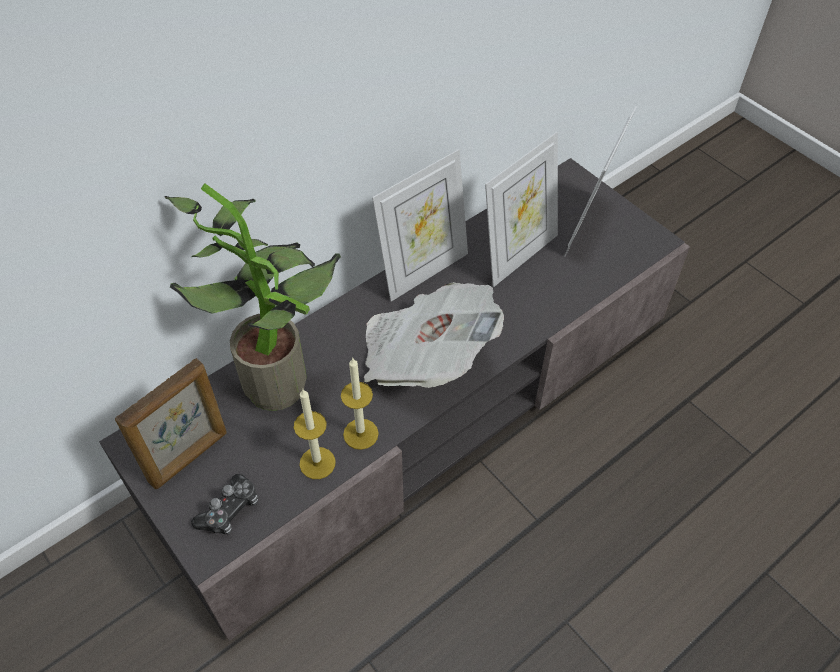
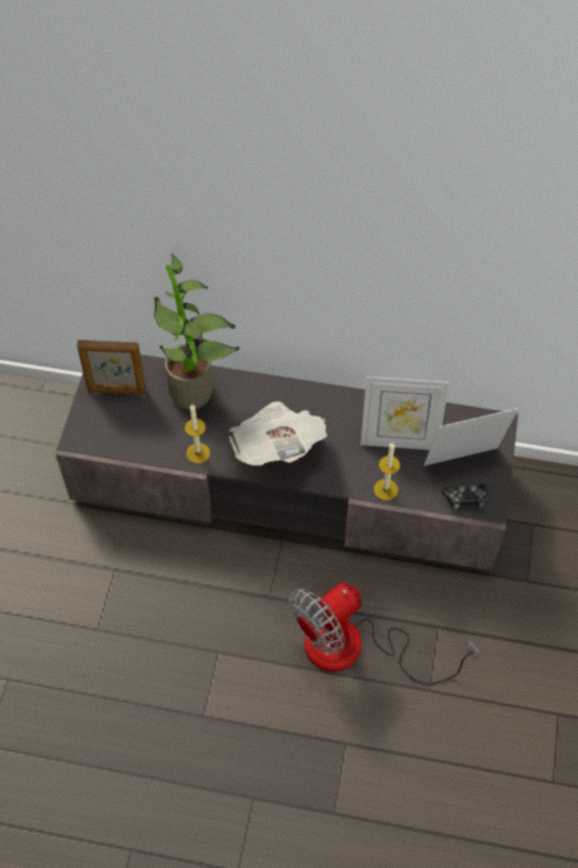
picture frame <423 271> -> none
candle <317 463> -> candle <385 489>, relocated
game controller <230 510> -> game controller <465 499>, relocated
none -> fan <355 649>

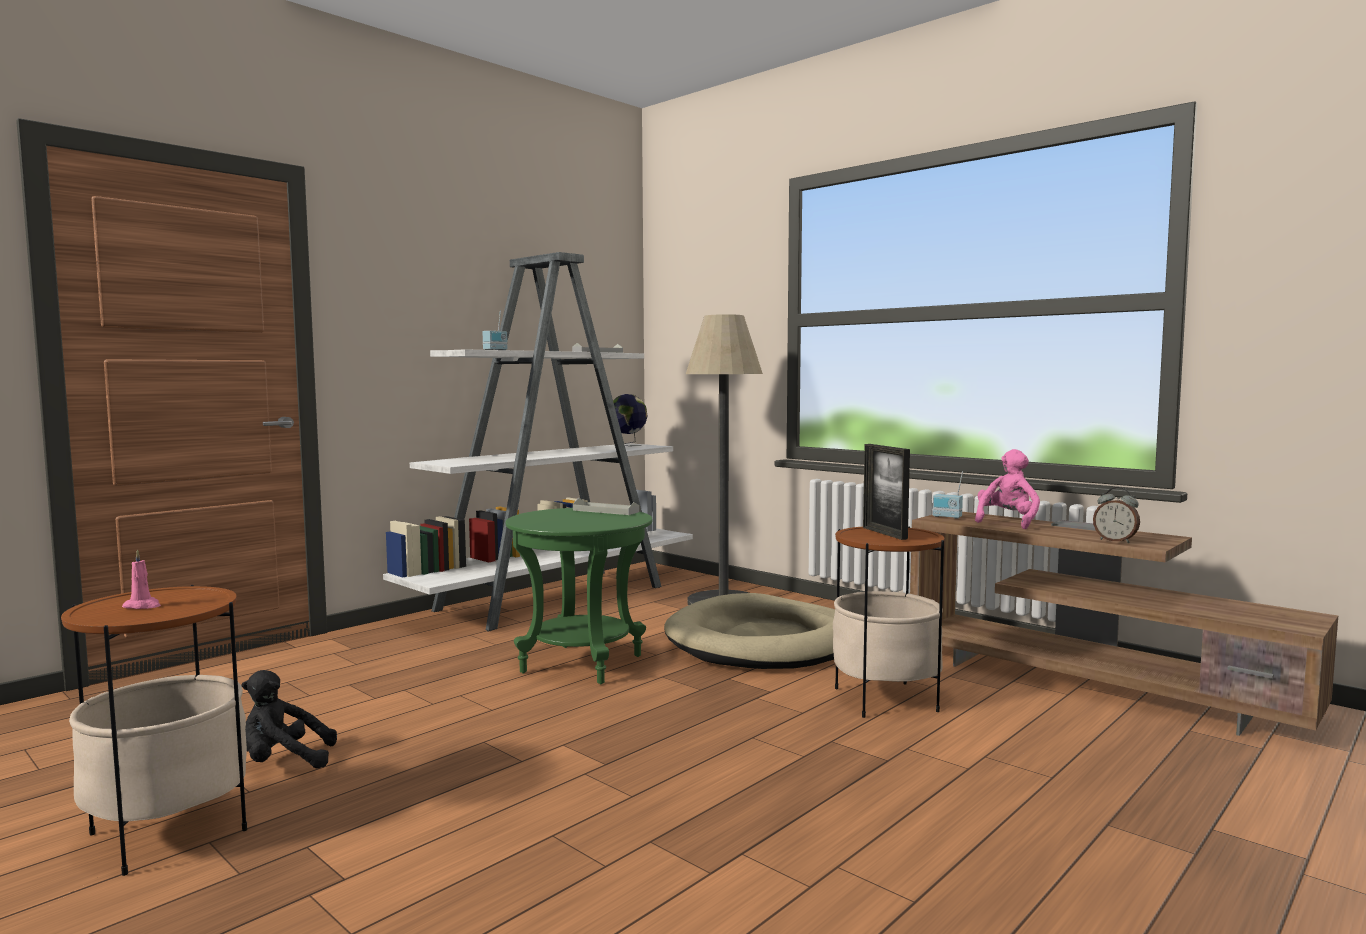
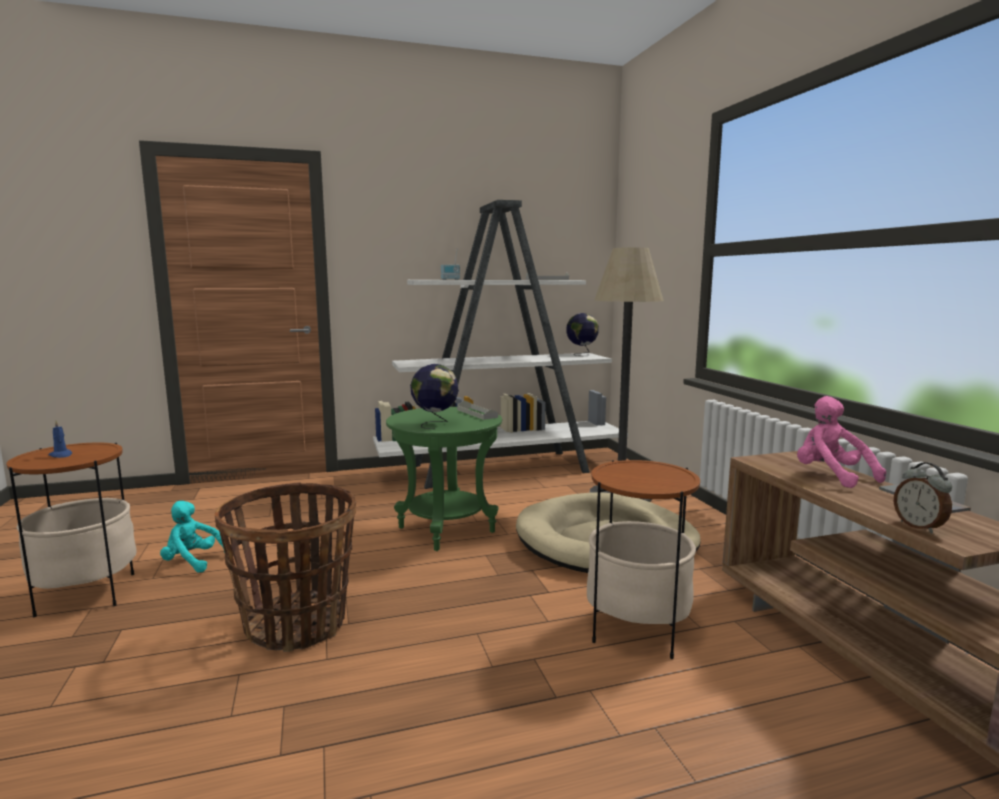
picture frame <884 533> -> none
pink plush toy <1007 522> -> pink plush toy <831 476>, 90 degrees counterclockwise
radio <947 517> -> none
pink candle <143 606> -> blue candle <61 455>
black plush toy <283 762> -> turquoise plush toy <193 562>
none -> globe <435 424>
none -> basket <296 624>

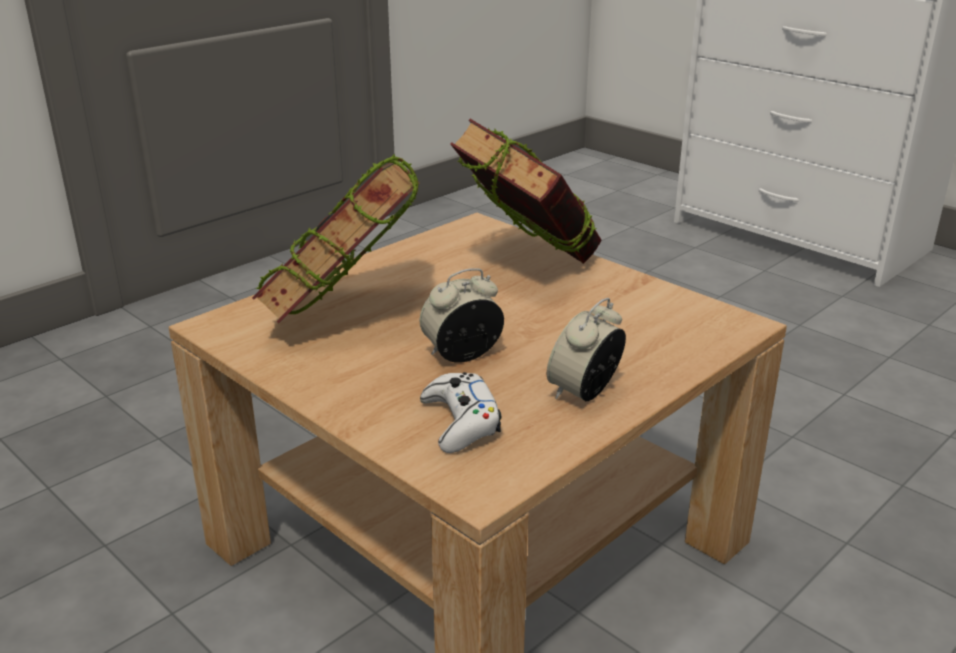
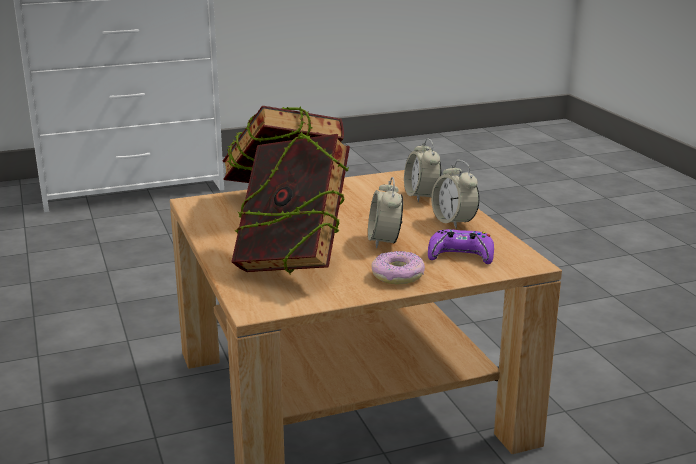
white game controller <460 422> -> purple game controller <460 255>
none -> alarm clock <421 196>
none -> donut <398 275>

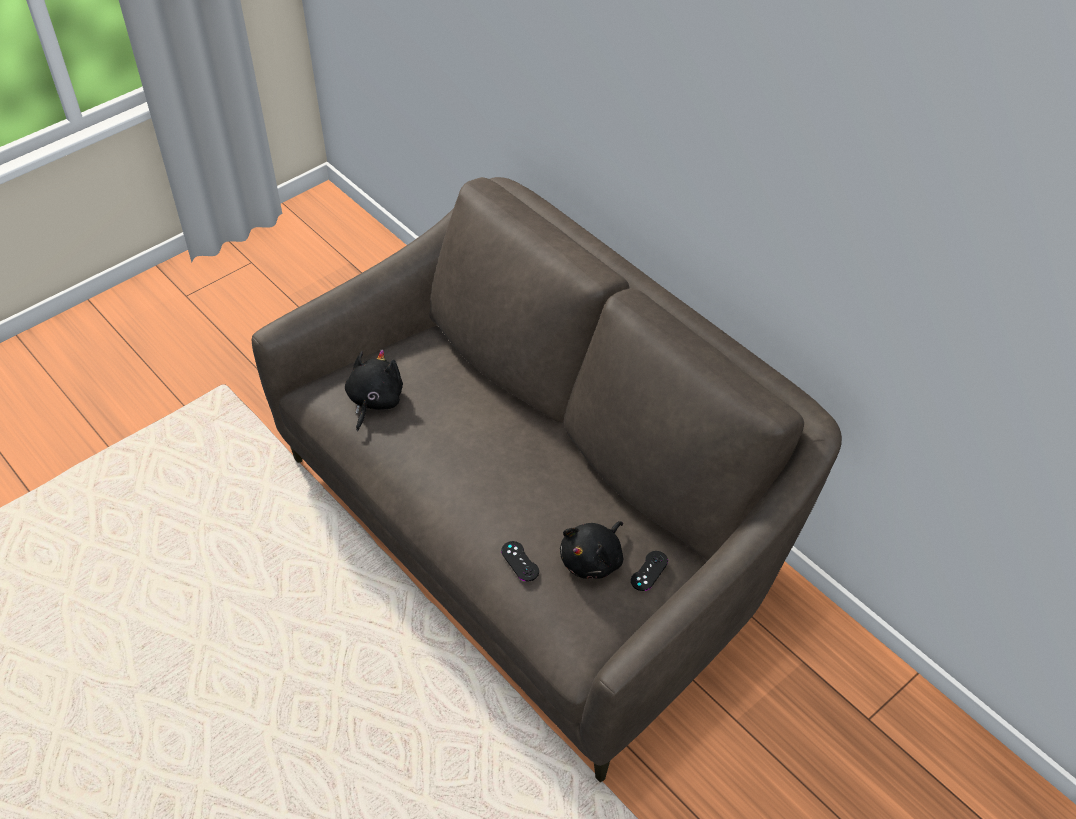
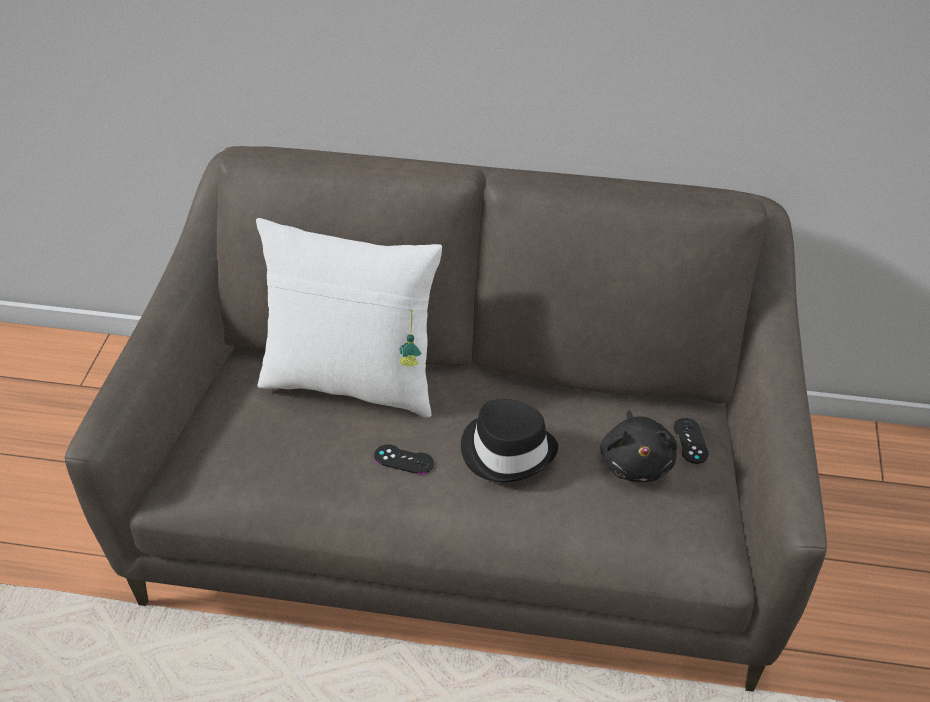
black plush toy <374 401> -> none
black game controller <520 561> -> black game controller <404 460>, relocated
none -> white pillow <351 384>
none -> black hat <508 450>

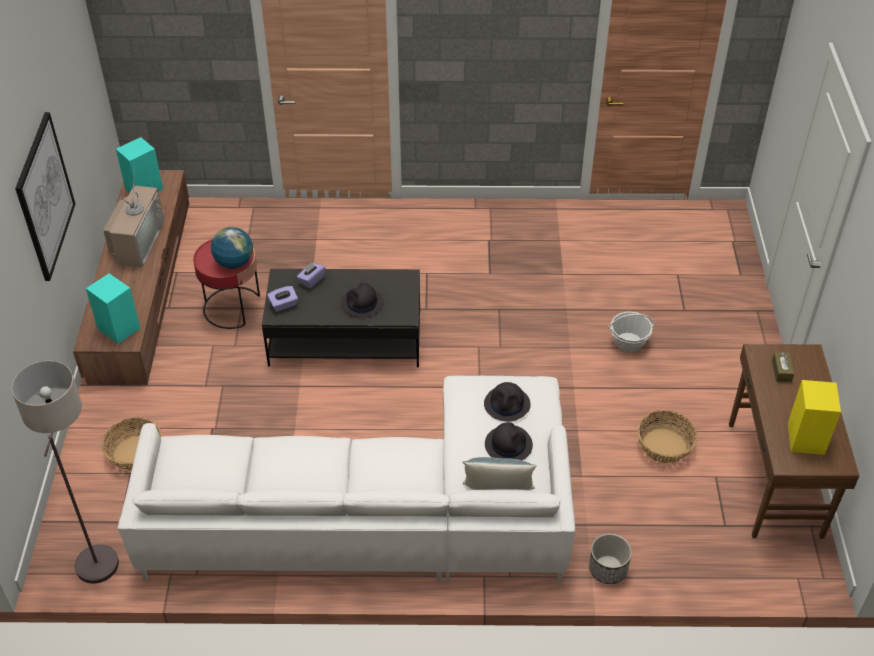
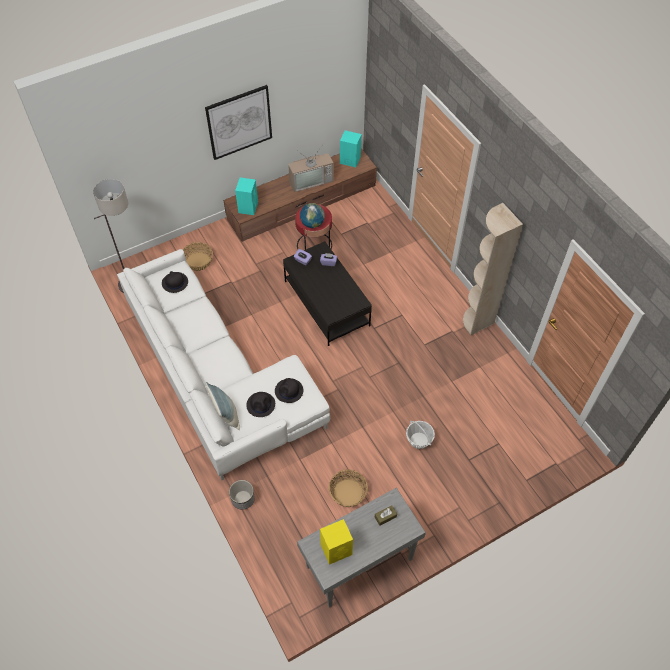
black hat <362 303> -> black hat <174 283>, relocated
brown console table <775 480> -> grey console table <359 564>
none -> beige bookcase <475 322>

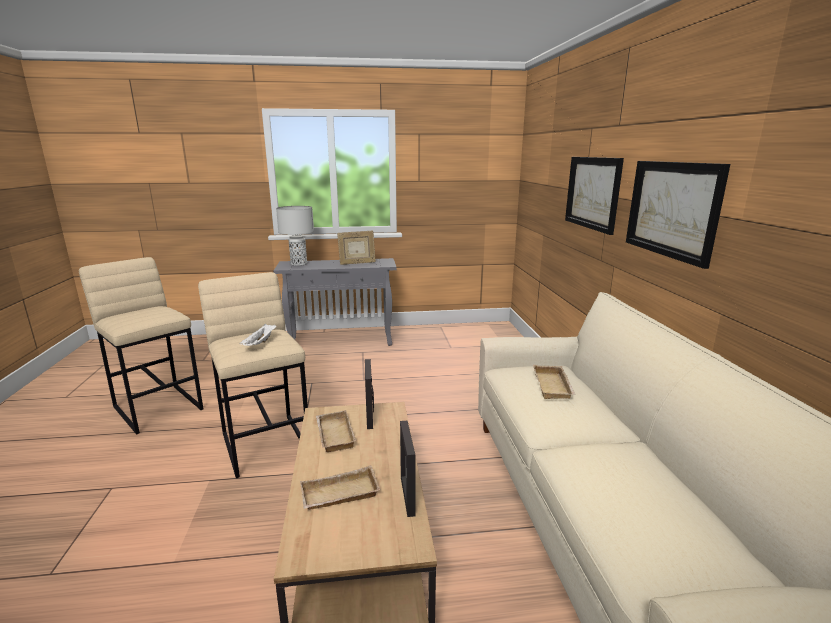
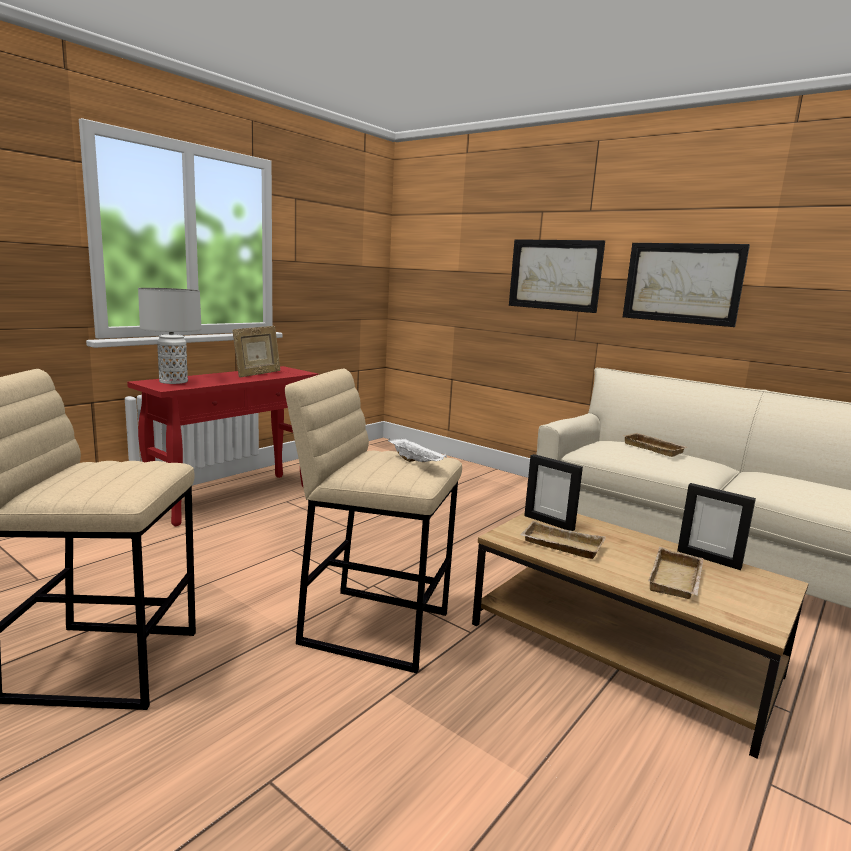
grey console table <341 341> -> red console table <234 497>

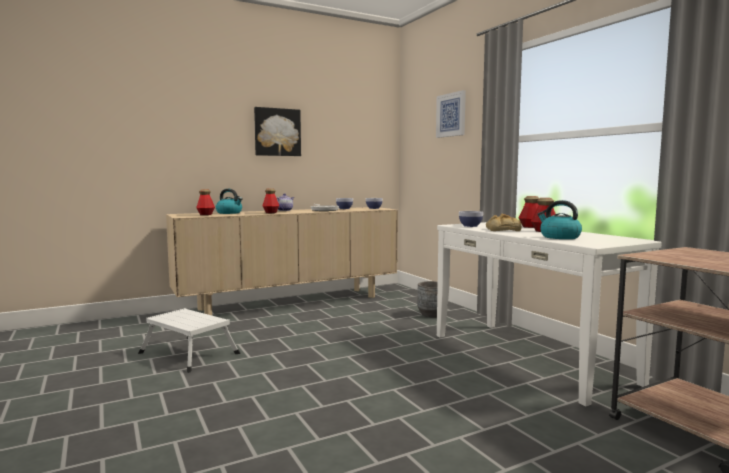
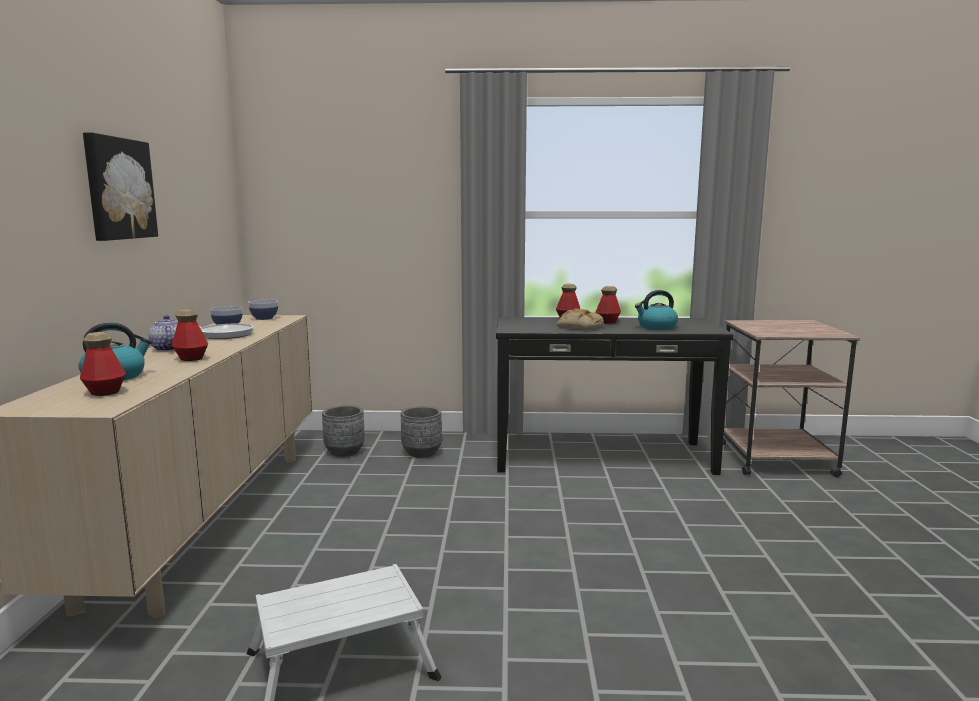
picture <451 115> -> none
bowl <470 226> -> none
white console table <529 357> -> black console table <602 456>
none -> grey planter <344 451>

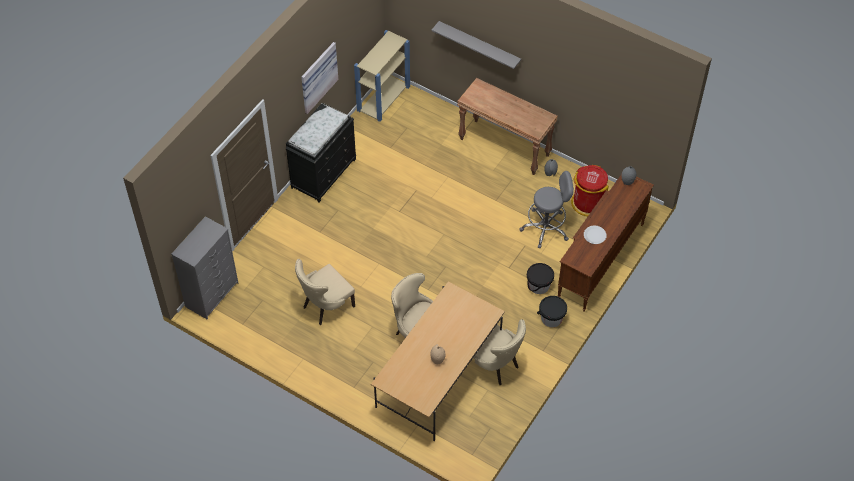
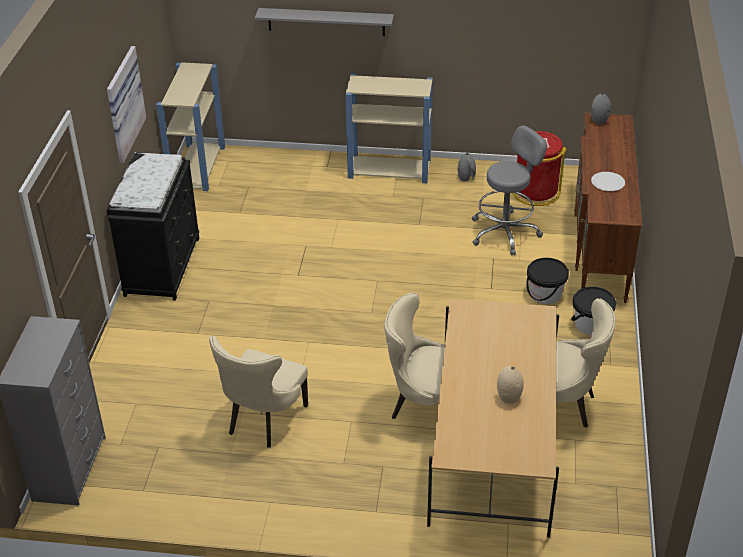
brown console table <505 147> -> beige bookcase <390 169>

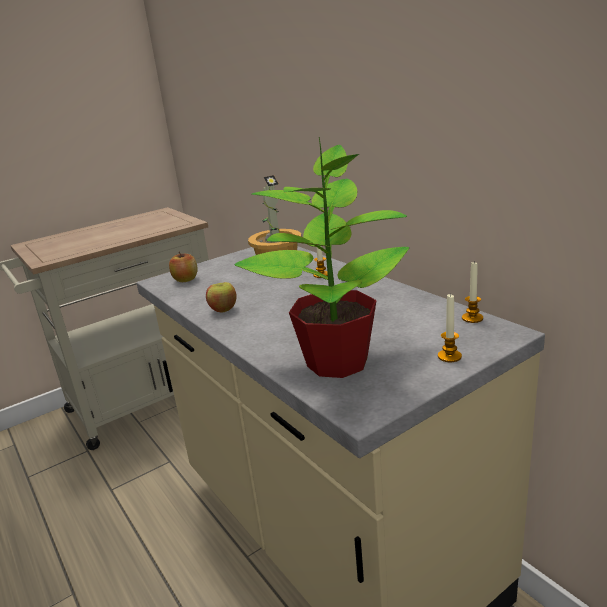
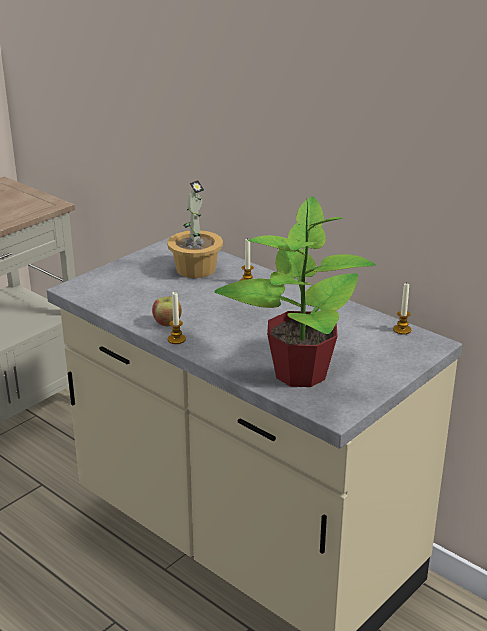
apple <185 279> -> none
candle <449 356> -> candle <176 339>, relocated

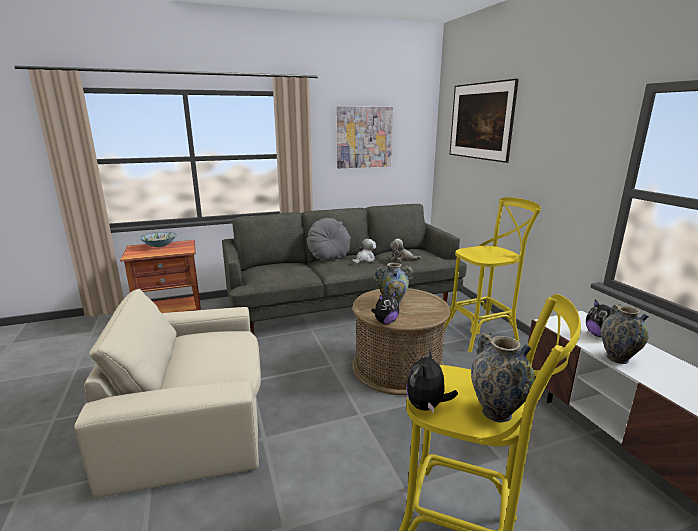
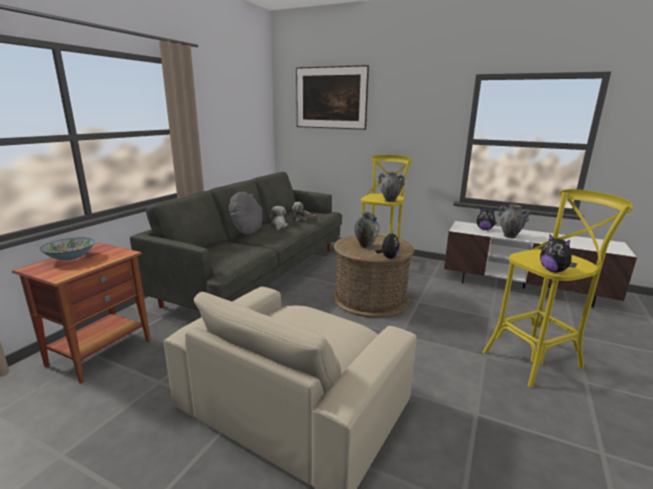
picture <364 137> -> none
vase <496 412> -> vase <390 201>, relocated

